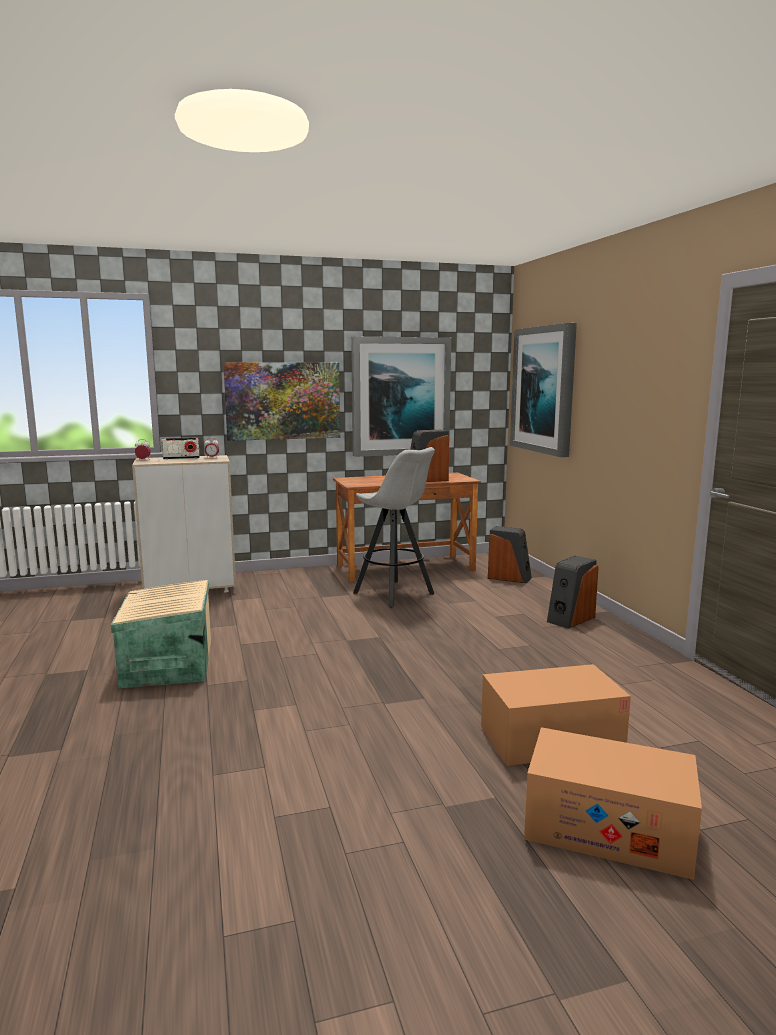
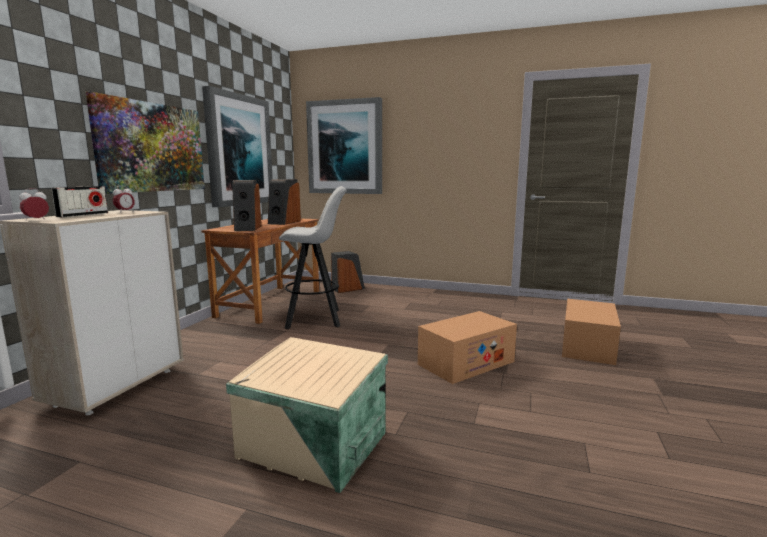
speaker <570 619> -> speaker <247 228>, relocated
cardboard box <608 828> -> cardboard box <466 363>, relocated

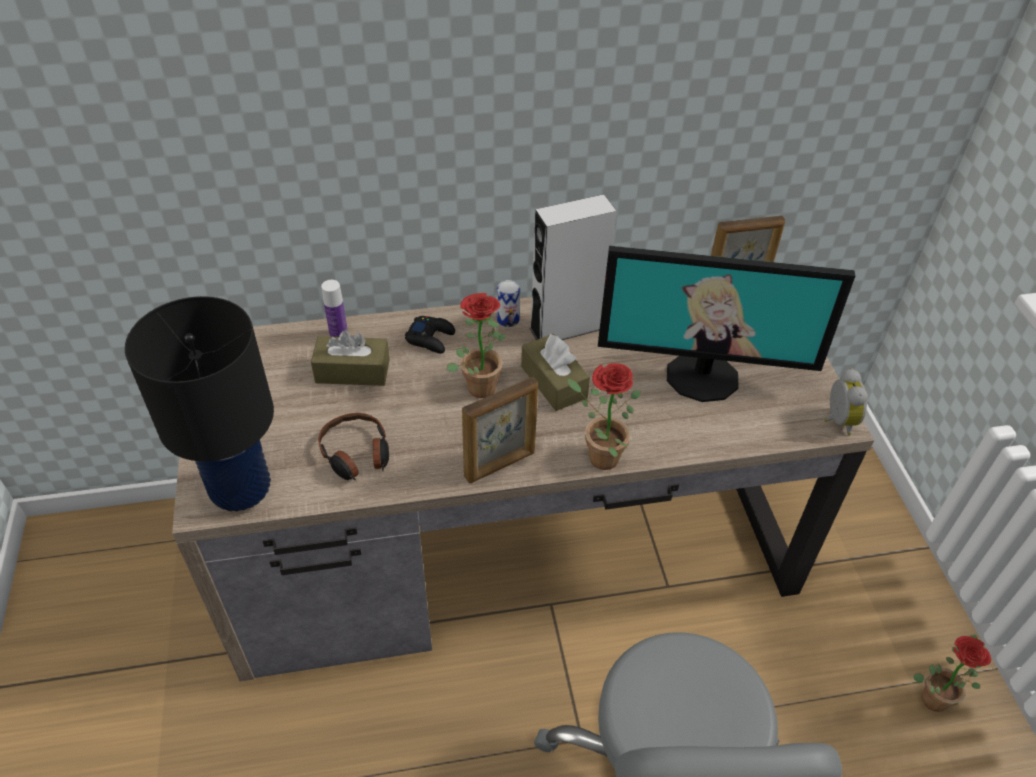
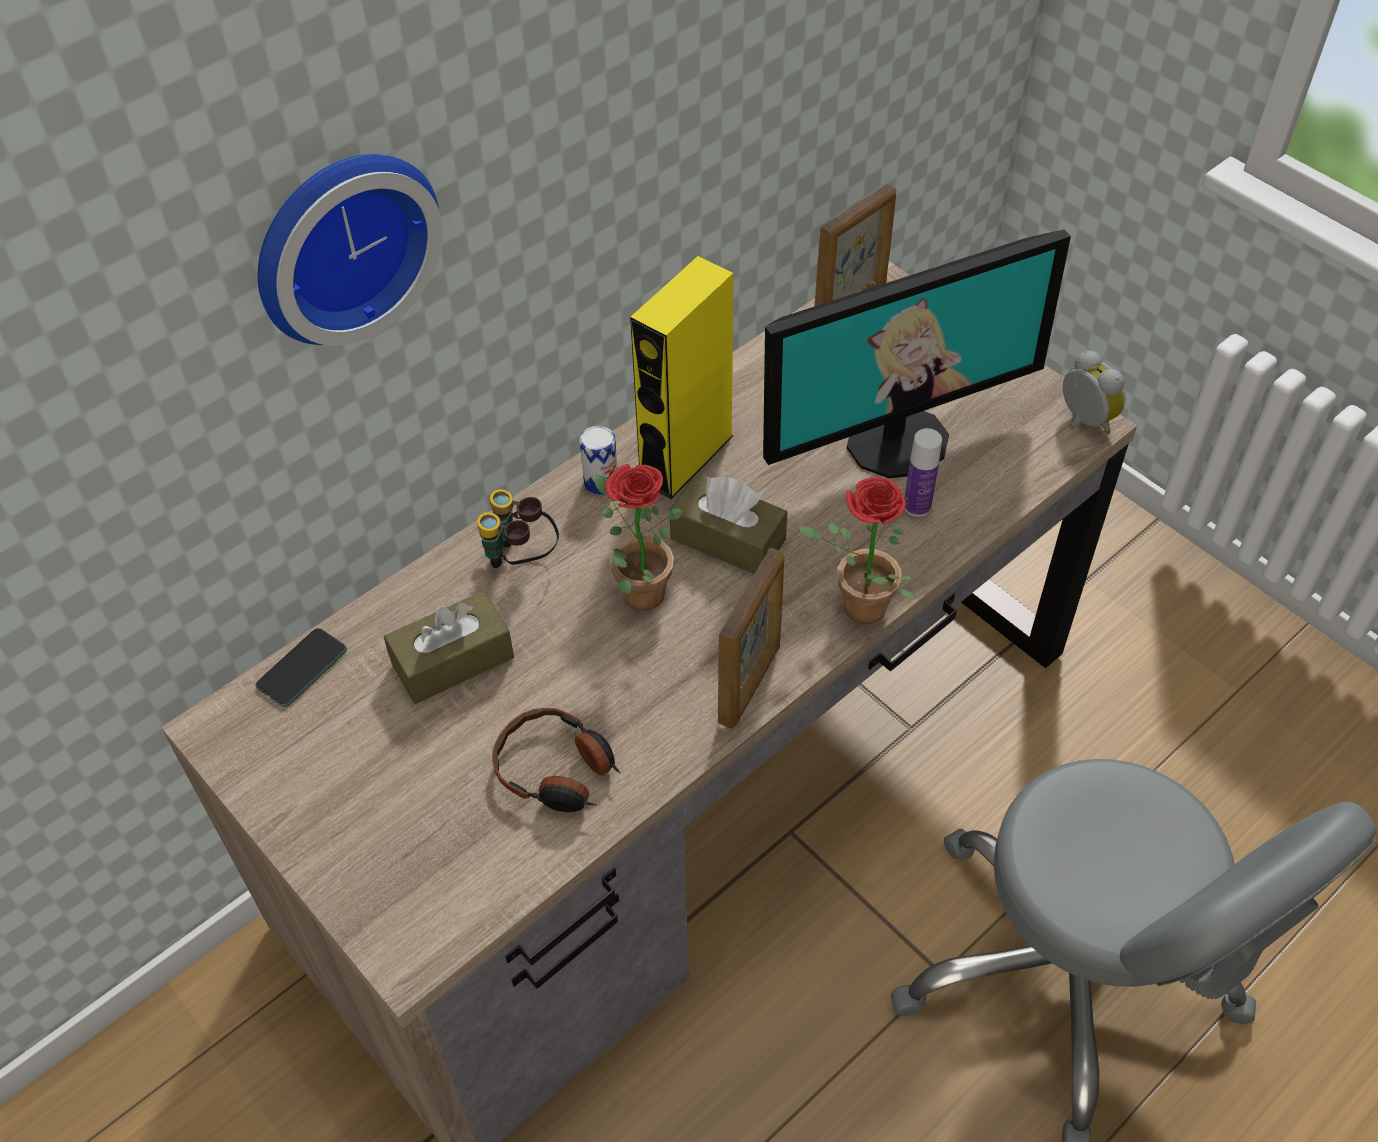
grey speaker <566 328> -> yellow speaker <686 457>
bottle <339 335> -> bottle <917 506>, relocated
black table lamp <242 492> -> none
black game controller <431 338> -> binoculars <520 559>
potted plant <934 694> -> none
none -> wall clock <340 242>
none -> phone <302 668>

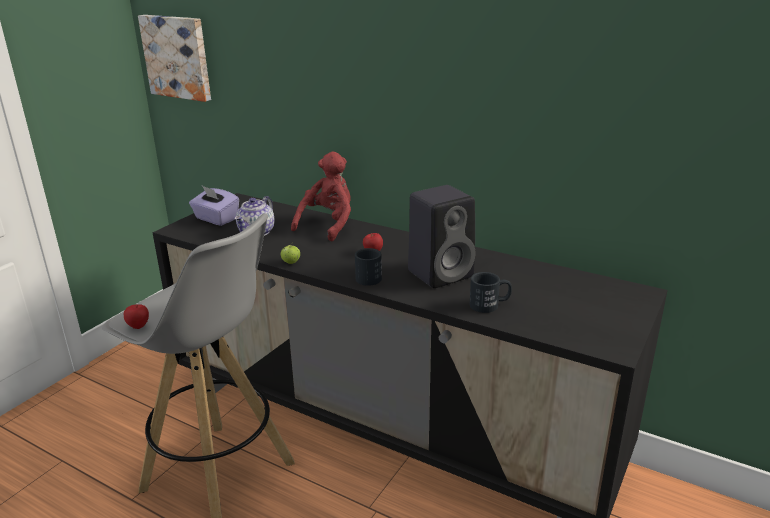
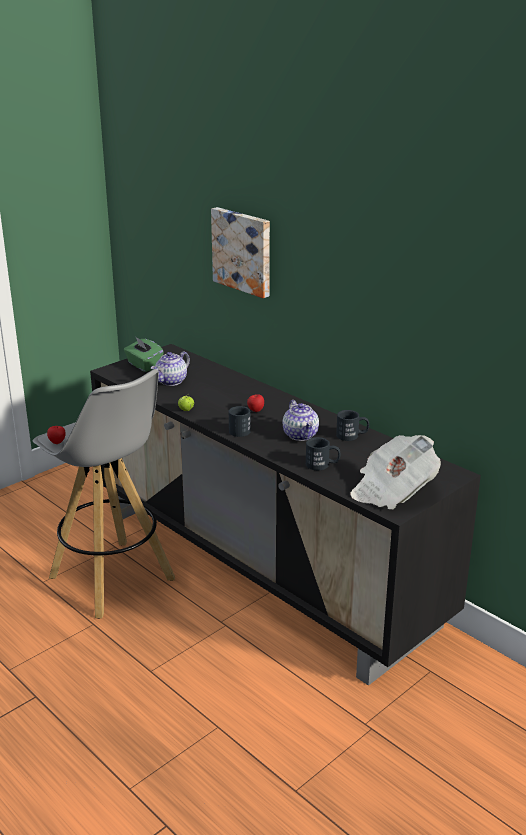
picture <178 57> -> picture <243 251>, relocated
red plush toy <328 225> -> none
black speaker <442 273> -> teapot <301 435>
purple tissue box <216 219> -> green tissue box <144 365>
none -> black mug <352 435>
none -> newspaper <392 491>

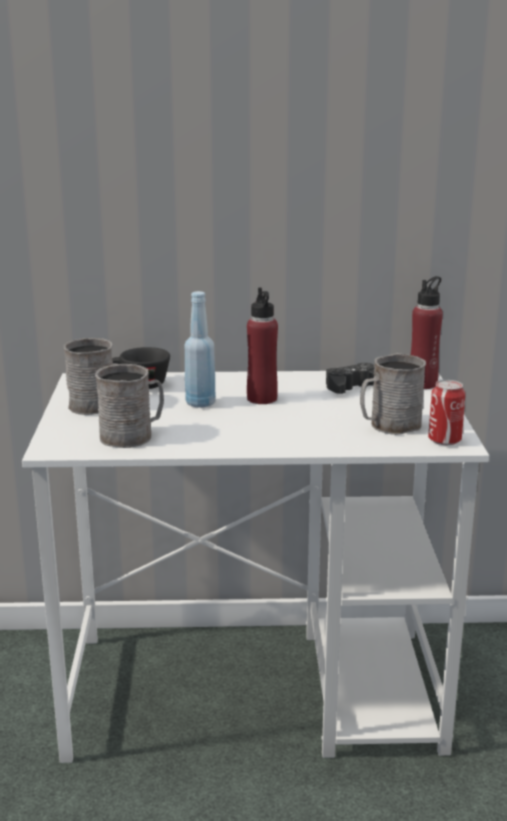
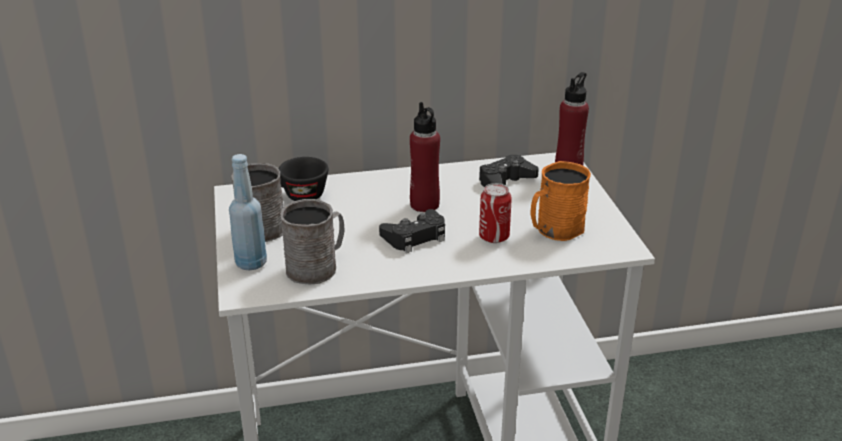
blue bottle <200 403> -> blue bottle <251 263>, relocated
grey mug <389 426> -> orange mug <555 230>
can <444 440> -> can <494 237>, relocated
none -> black game controller <415 237>

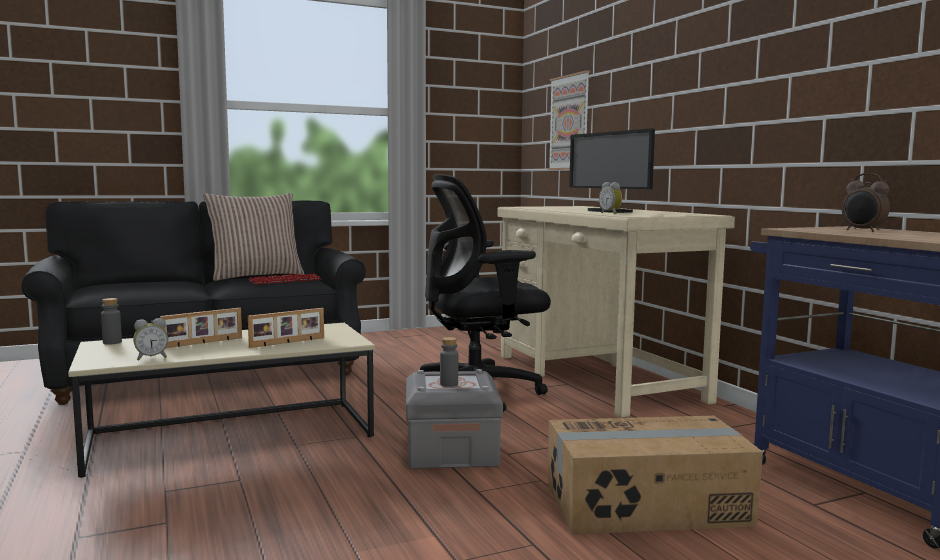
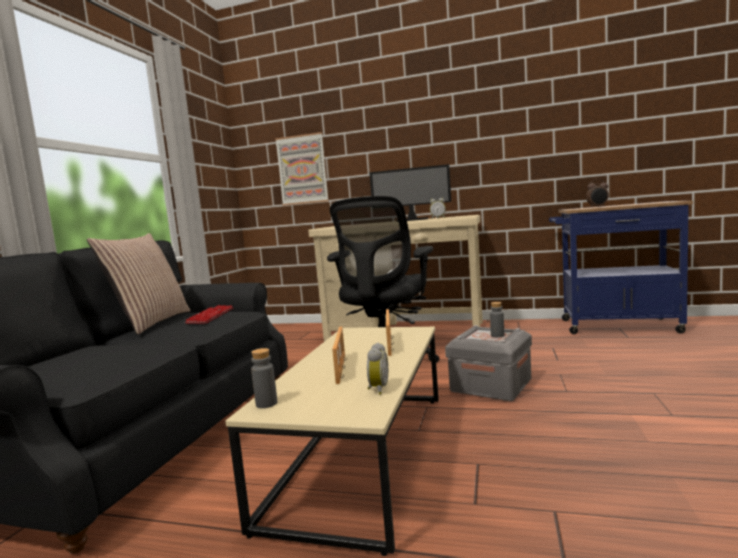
cardboard box <647 506> -> none

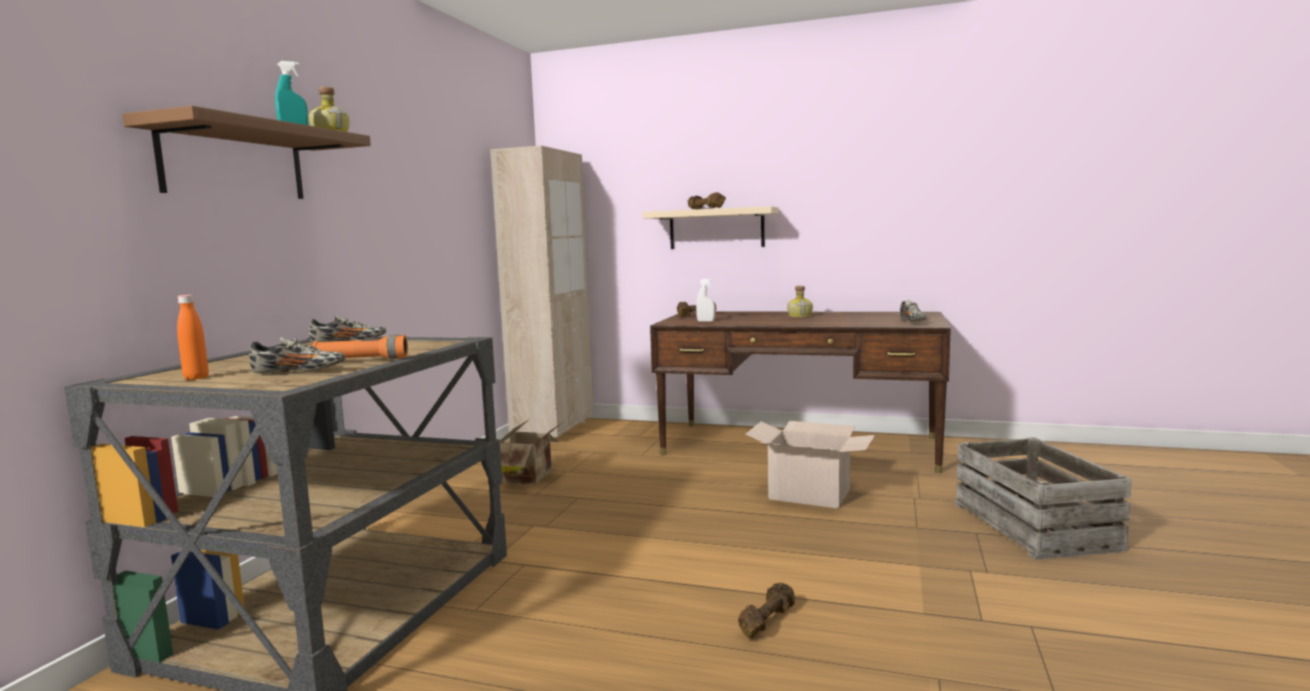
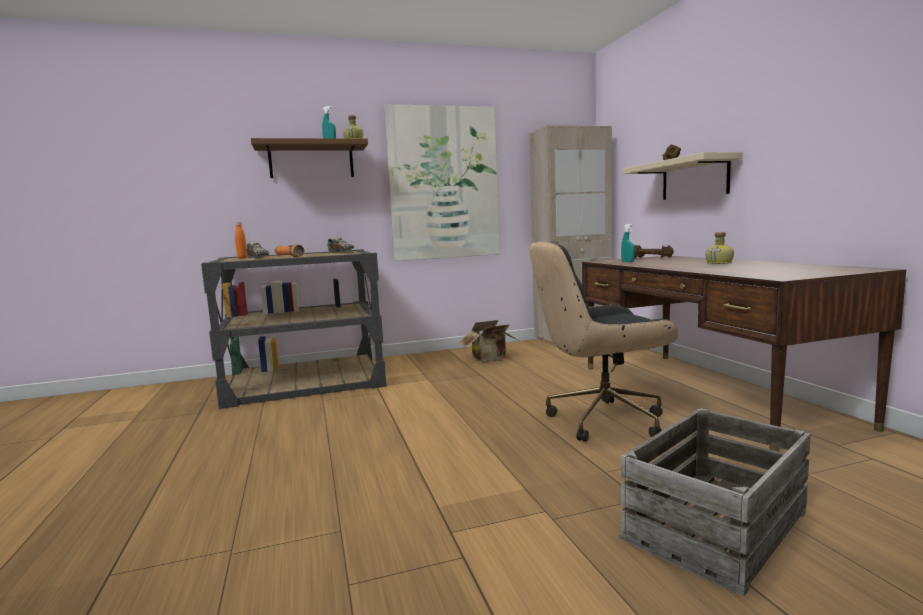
white spray bottle <706 321> -> turquoise spray bottle <627 261>
shoe <912 322> -> none
cardboard box <809 494> -> black office chair <601 421>
brown dumbbell <766 621> -> none
none -> picture <444 183>

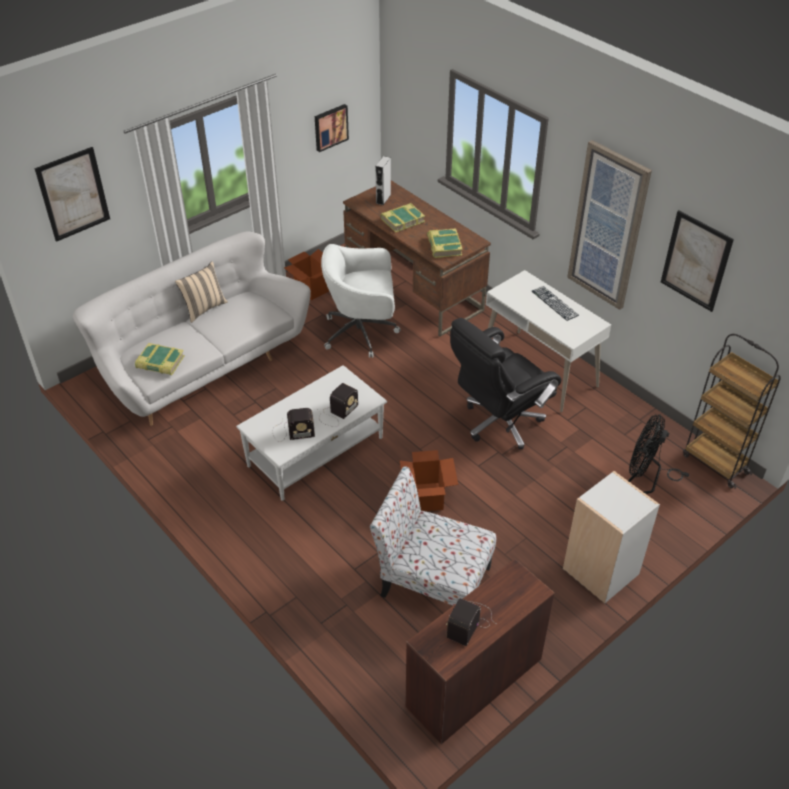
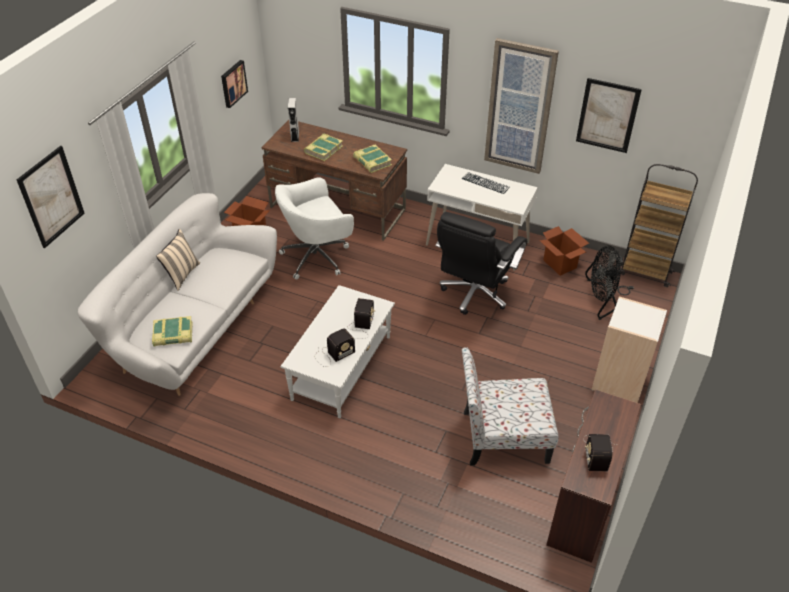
cardboard box <427 497> -> cardboard box <560 264>, relocated

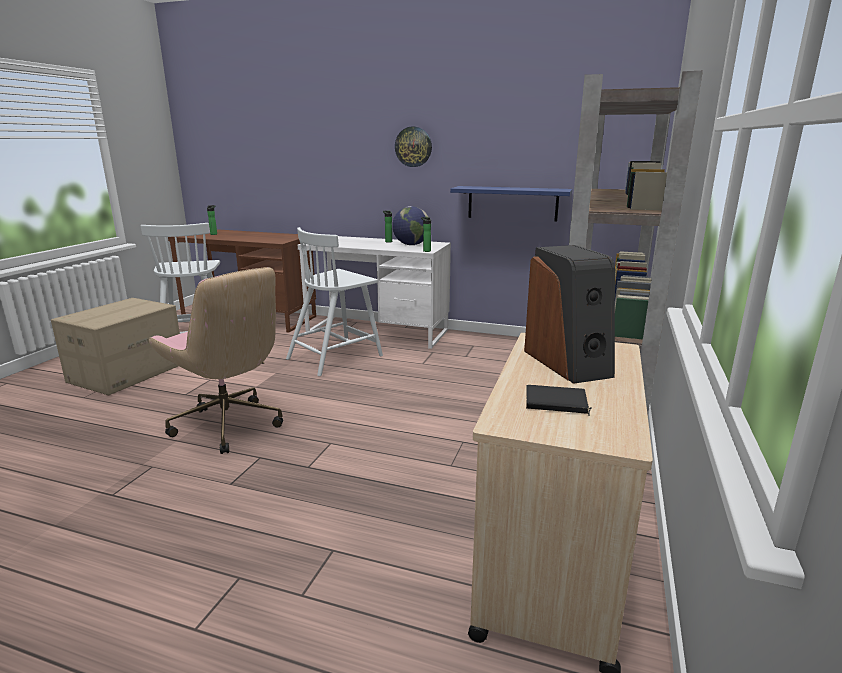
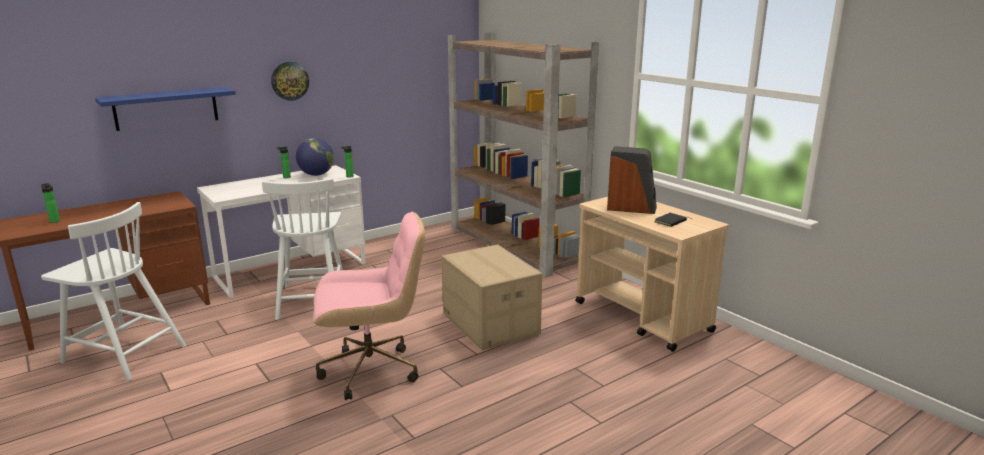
blue shelf <512 203> -> blue shelf <166 108>, relocated
cardboard box <127 373> -> cardboard box <489 324>, relocated

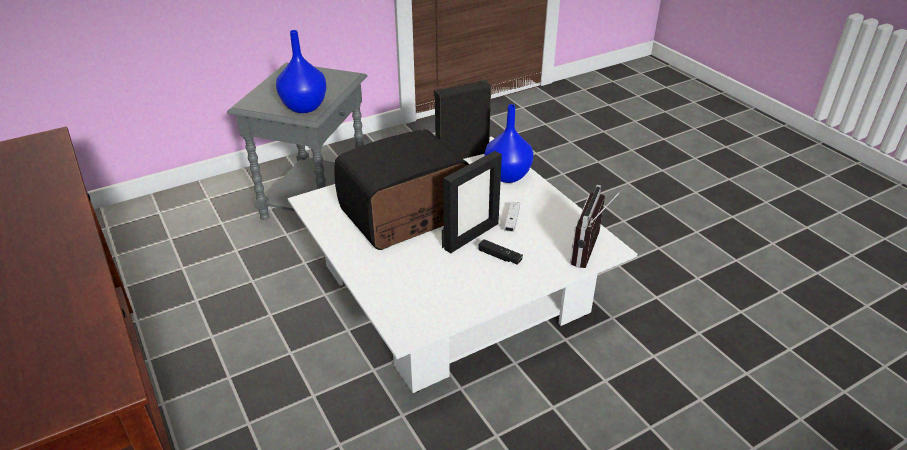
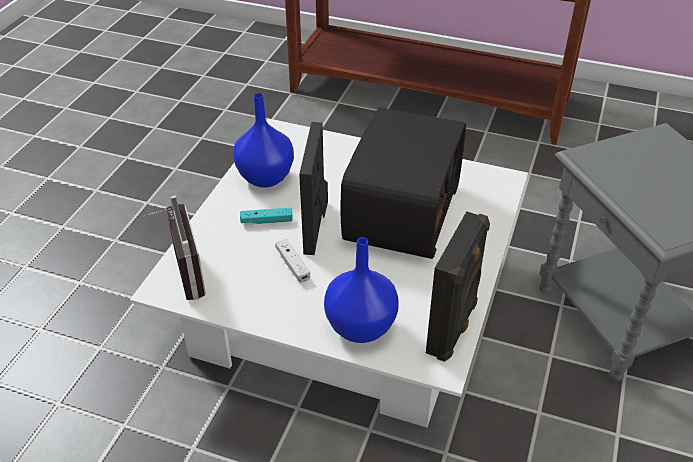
blue vase <305 106> -> blue vase <265 178>, relocated
black game controller <500 256> -> turquoise game controller <266 221>

